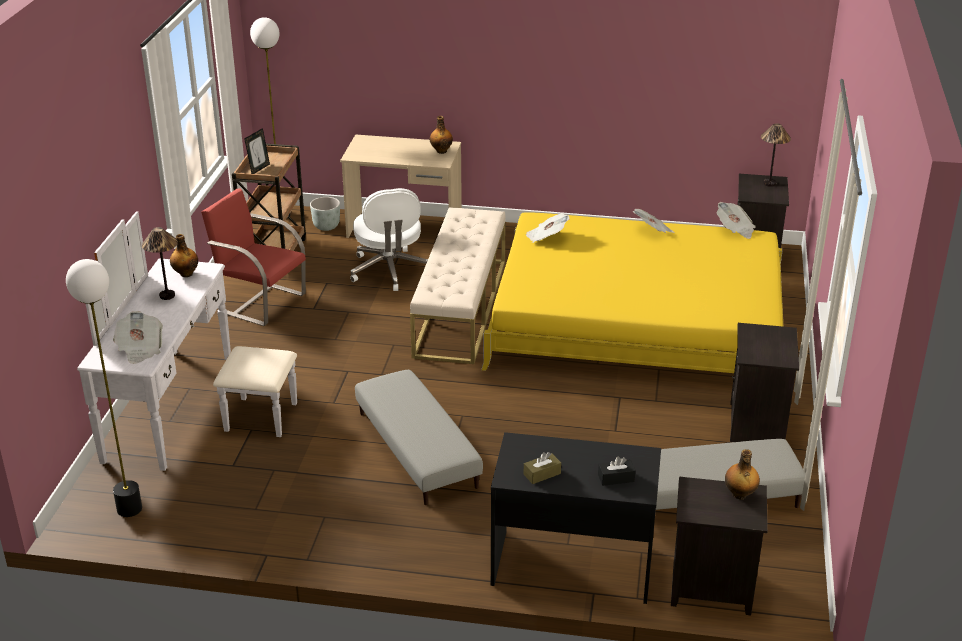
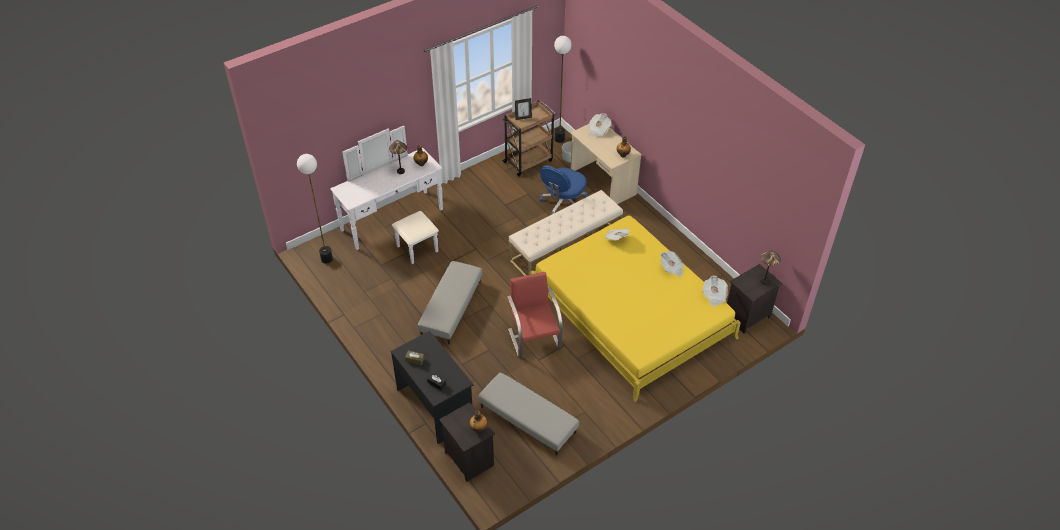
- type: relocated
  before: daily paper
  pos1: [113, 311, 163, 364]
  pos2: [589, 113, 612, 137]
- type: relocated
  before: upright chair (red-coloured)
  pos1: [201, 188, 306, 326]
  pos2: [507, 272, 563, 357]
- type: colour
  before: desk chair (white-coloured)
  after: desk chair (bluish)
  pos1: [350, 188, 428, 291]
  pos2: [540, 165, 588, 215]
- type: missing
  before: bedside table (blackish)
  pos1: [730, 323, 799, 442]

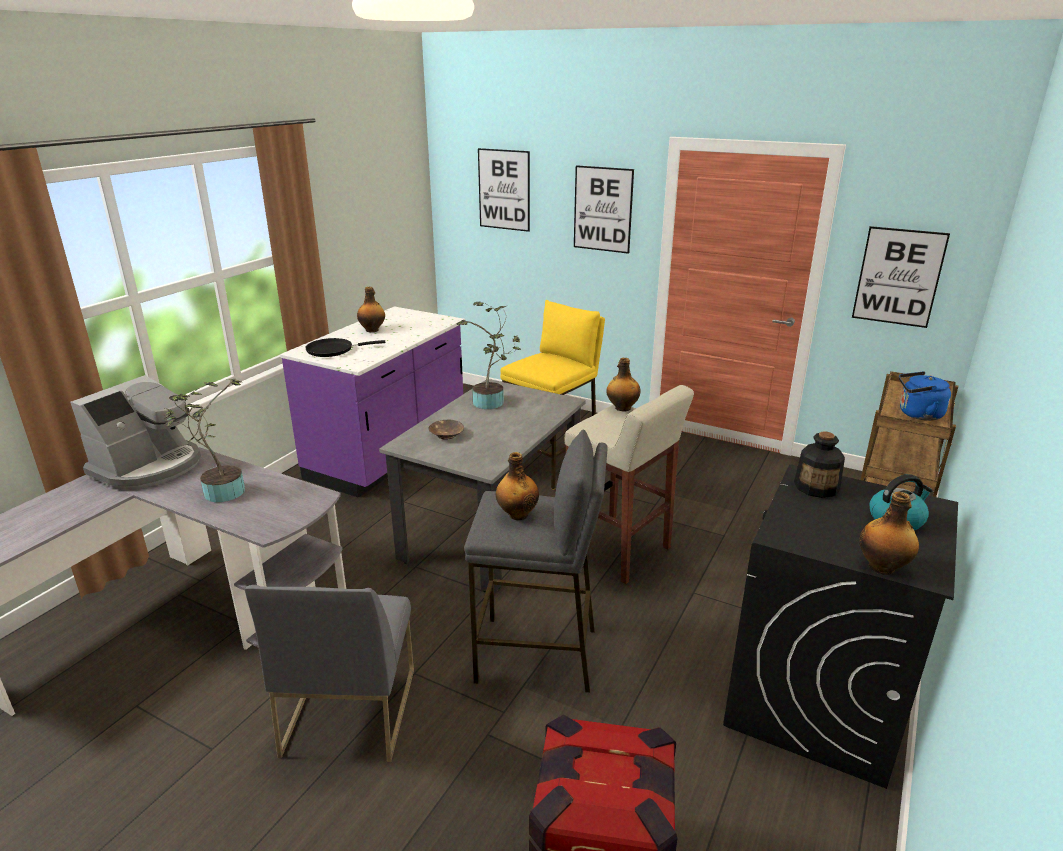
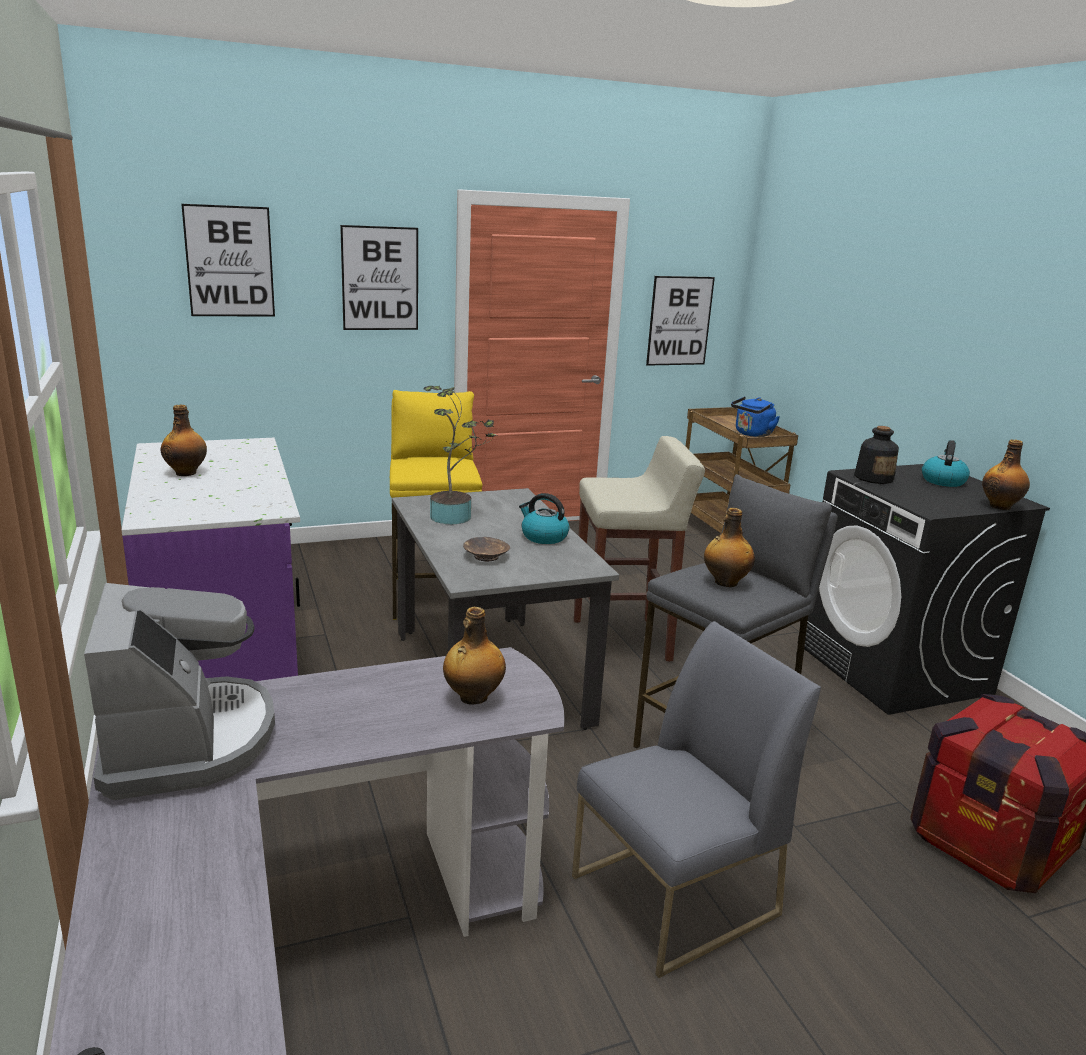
- type: missing
  before: potted plant
  pos1: [164, 379, 245, 502]
- type: spun
  before: upright chair (gray)
  pos1: [245, 585, 414, 762]
  pos2: [572, 621, 821, 978]
  turn: -75
- type: missing
  before: pan (blackish)
  pos1: [305, 338, 386, 357]
- type: relocated
  before: drink bottle
  pos1: [606, 358, 641, 411]
  pos2: [443, 607, 506, 705]
- type: appeared
  after: tea kettle
  pos2: [519, 493, 569, 544]

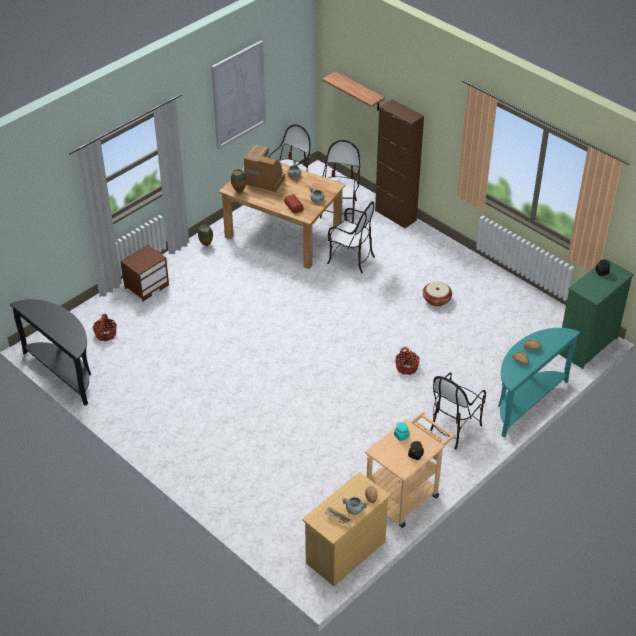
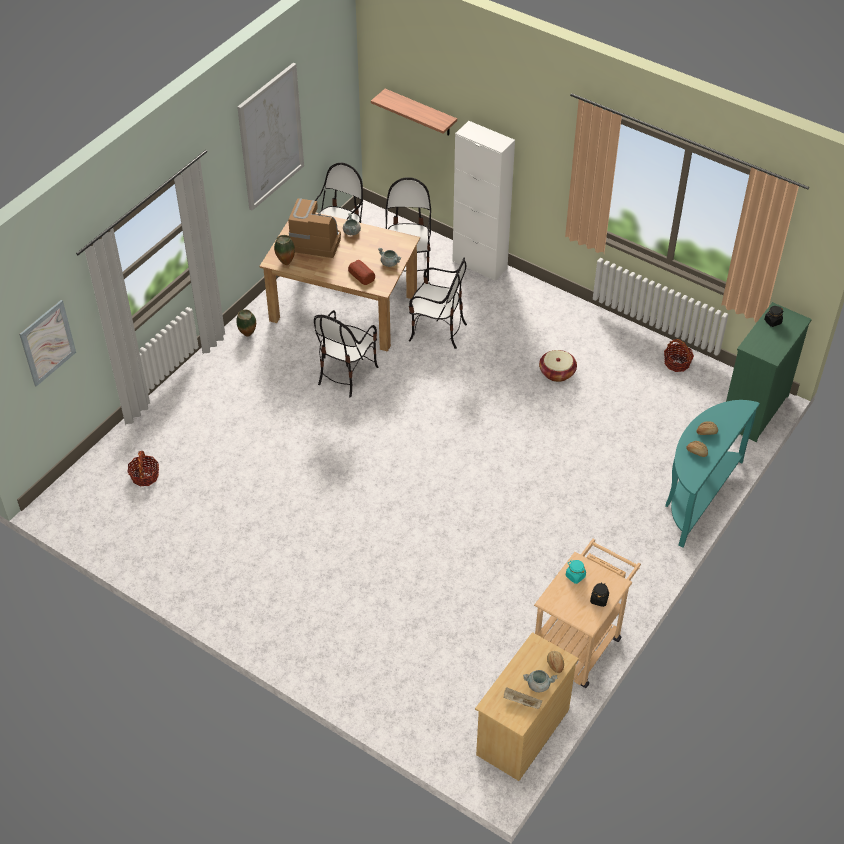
- type: missing
  before: hall table (blackish)
  pos1: [10, 299, 91, 405]
- type: missing
  before: bedside table (brown)
  pos1: [121, 245, 169, 302]
- type: colour
  before: cabinet (brown)
  after: cabinet (white-coloured)
  pos1: [375, 99, 424, 229]
  pos2: [452, 121, 515, 281]
- type: relocated
  before: storage basket
  pos1: [395, 347, 420, 375]
  pos2: [664, 339, 694, 372]
- type: relocated
  before: upright chair
  pos1: [430, 372, 486, 450]
  pos2: [314, 310, 378, 397]
- type: appeared
  after: wall picture
  pos2: [19, 300, 76, 386]

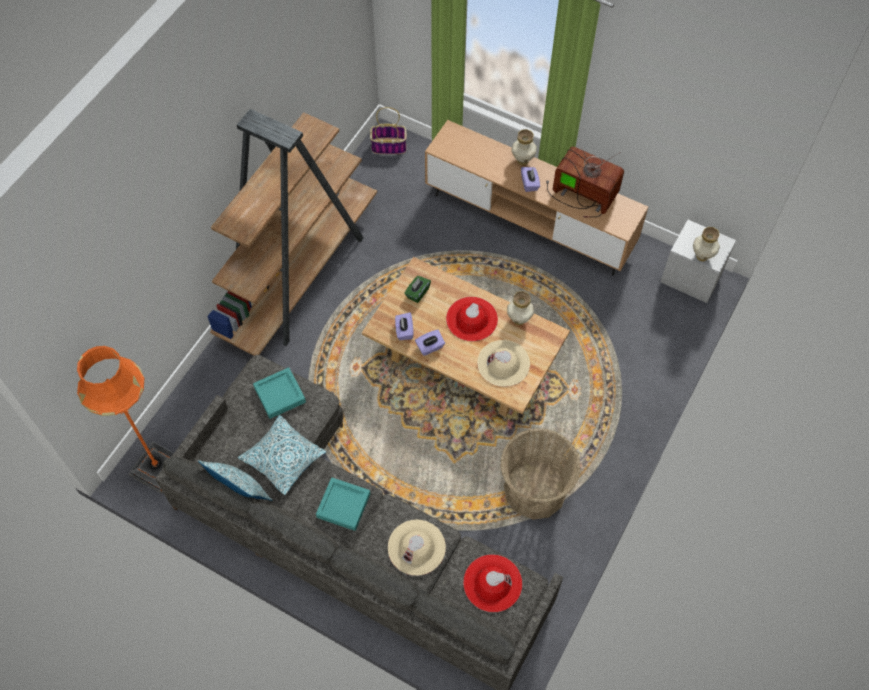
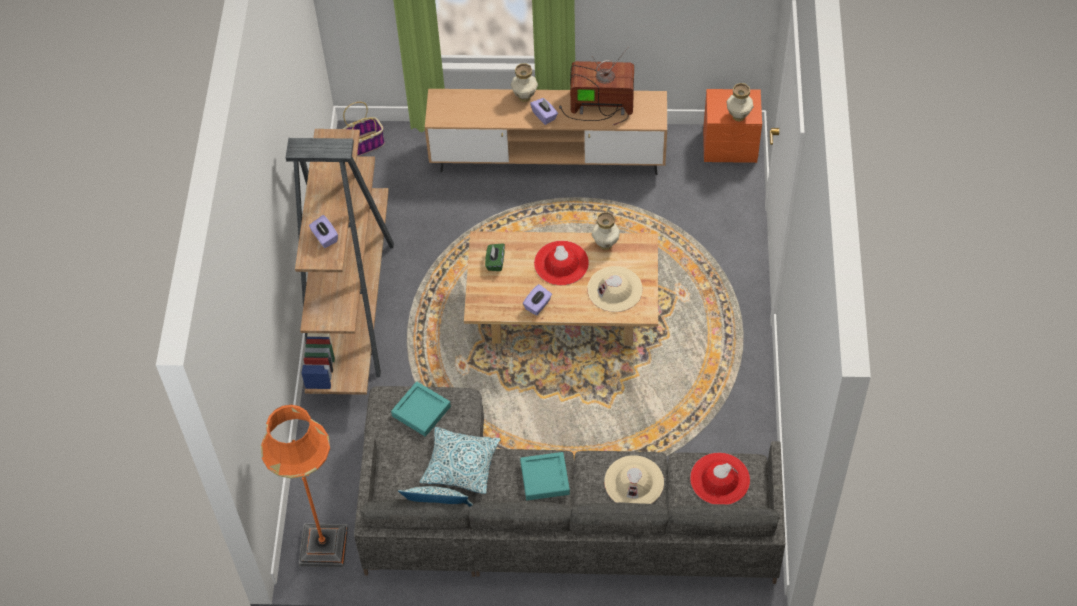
- type: relocated
  before: tissue box (purplish)
  pos1: [395, 313, 413, 340]
  pos2: [309, 215, 338, 248]
- type: missing
  before: storage basket
  pos1: [500, 428, 581, 520]
- type: colour
  before: bedside table (gray)
  after: bedside table (orangey)
  pos1: [661, 220, 736, 303]
  pos2: [703, 89, 762, 163]

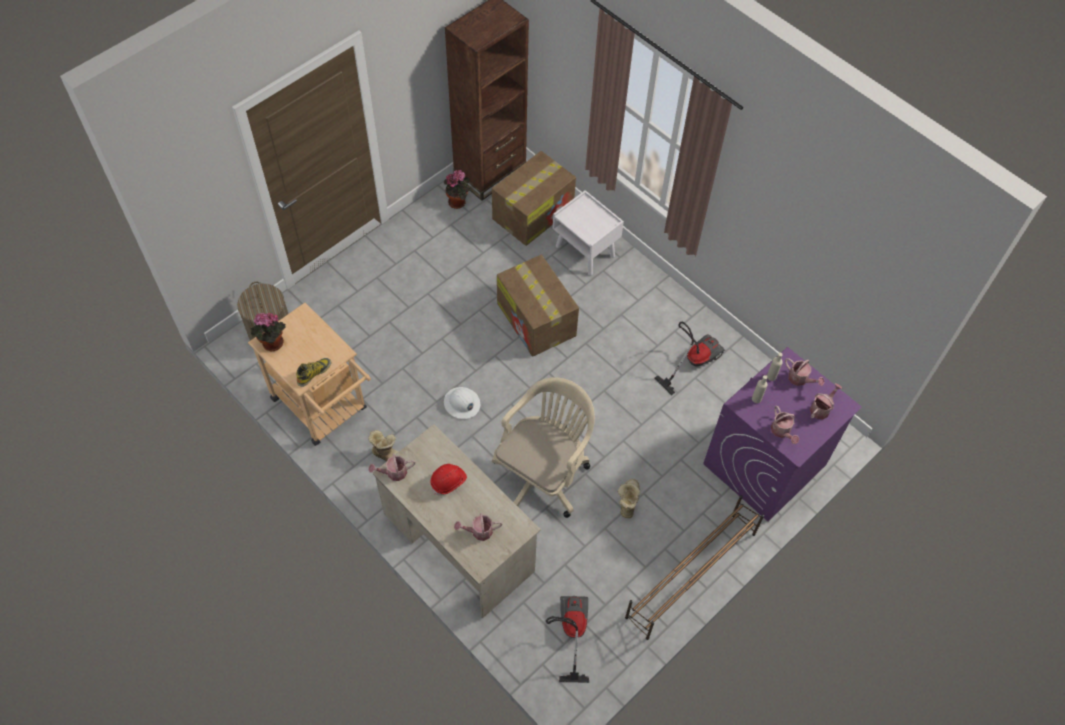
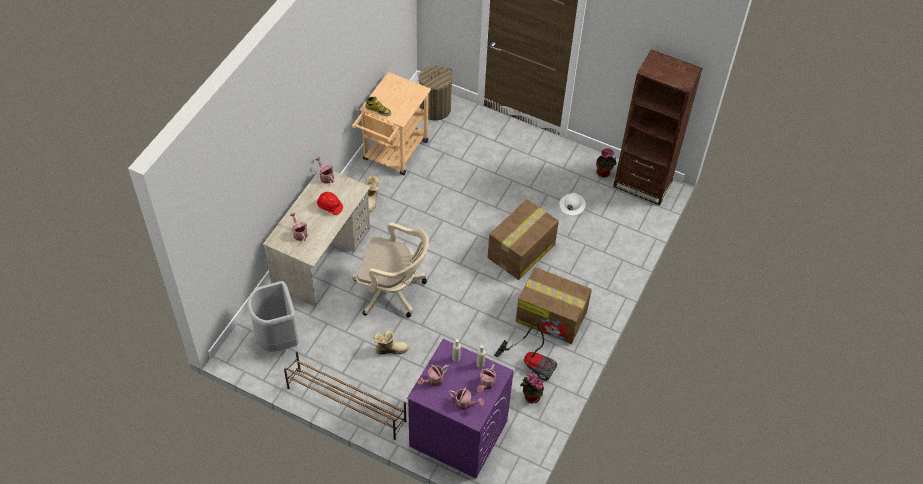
- type: relocated
  before: potted plant
  pos1: [250, 312, 285, 351]
  pos2: [520, 373, 544, 404]
- type: relocated
  before: hard hat (white-coloured)
  pos1: [444, 387, 480, 419]
  pos2: [559, 193, 586, 215]
- type: relocated
  before: carton
  pos1: [492, 151, 576, 246]
  pos2: [516, 267, 592, 344]
- type: exchanged
  before: vacuum
  after: rubbish bin (gray)
  pos1: [546, 596, 589, 683]
  pos2: [247, 281, 298, 352]
- type: missing
  before: bedside table (white-coloured)
  pos1: [553, 190, 624, 275]

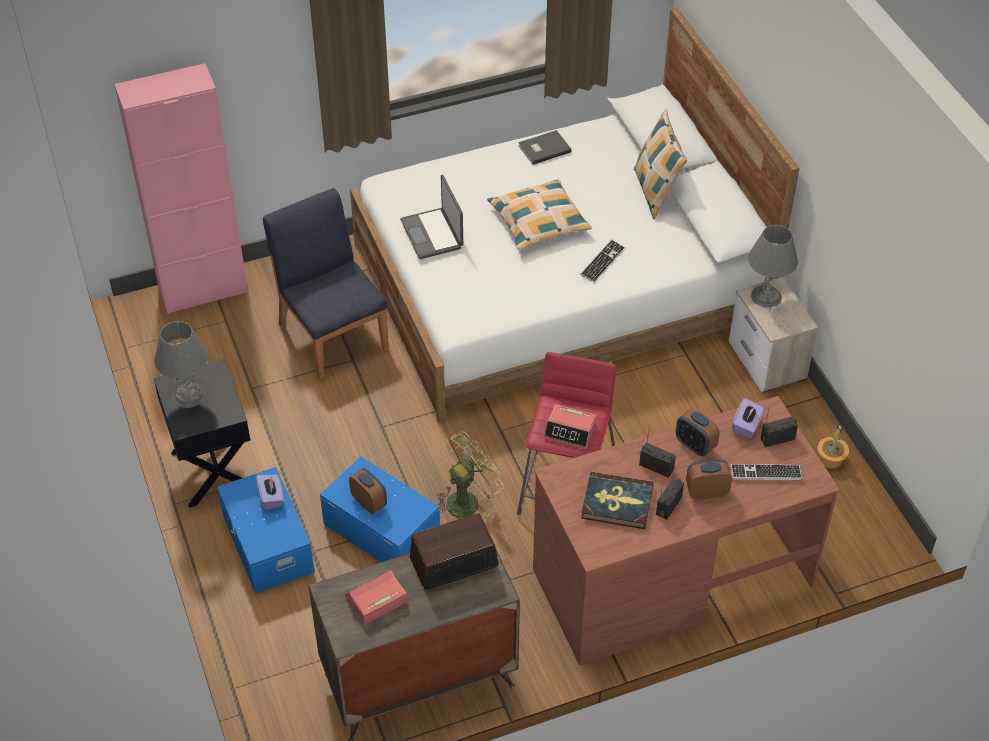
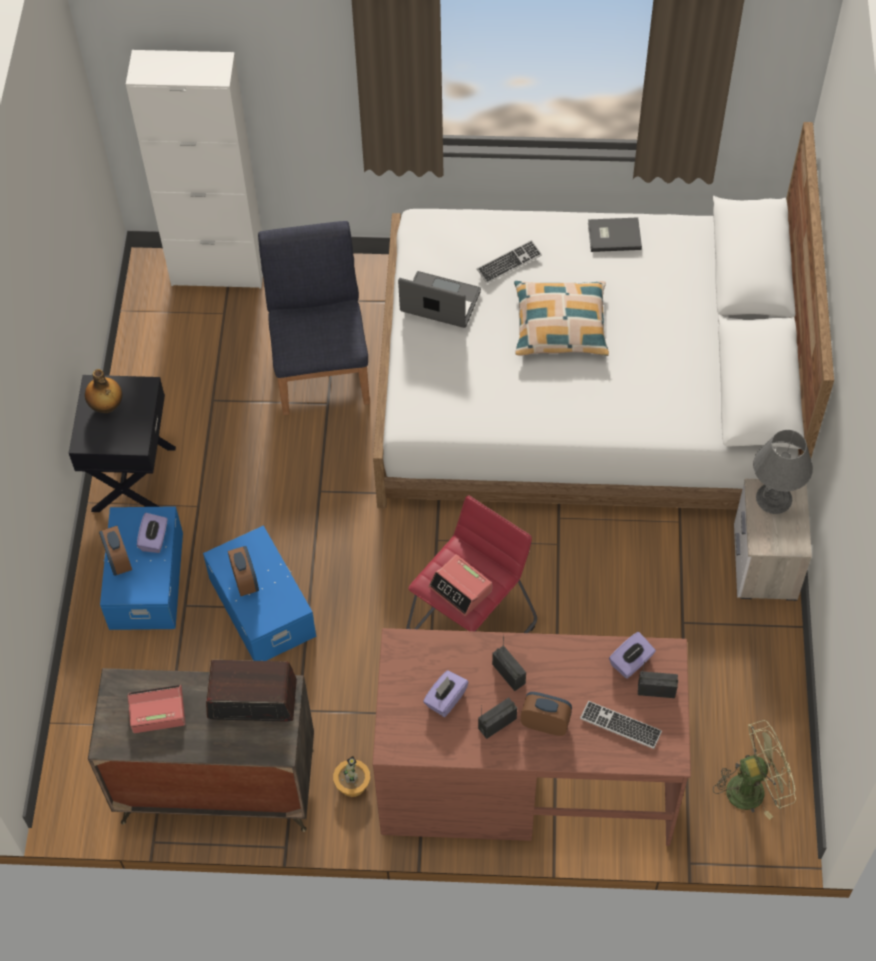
- type: colour
  before: cabinet (pinkish)
  after: cabinet (white-coloured)
  pos1: [114, 63, 248, 314]
  pos2: [126, 50, 263, 288]
- type: exchanged
  before: table lamp (gray)
  after: drink bottle
  pos1: [154, 321, 209, 408]
  pos2: [85, 369, 122, 413]
- type: spun
  before: laptop
  pos1: [400, 175, 463, 259]
  pos2: [398, 271, 481, 328]
  turn: 105
- type: relocated
  before: cooling fan (green)
  pos1: [437, 431, 504, 518]
  pos2: [713, 720, 796, 820]
- type: relocated
  before: computer keyboard
  pos1: [580, 239, 626, 283]
  pos2: [477, 240, 542, 283]
- type: exchanged
  before: bound book
  after: tissue box (purplish)
  pos1: [581, 472, 654, 529]
  pos2: [423, 670, 469, 717]
- type: missing
  before: throw pillow
  pos1: [634, 109, 687, 219]
- type: relocated
  before: bedside clock
  pos1: [676, 408, 720, 456]
  pos2: [99, 526, 132, 576]
- type: relocated
  before: potted plant
  pos1: [817, 423, 849, 469]
  pos2: [333, 756, 370, 797]

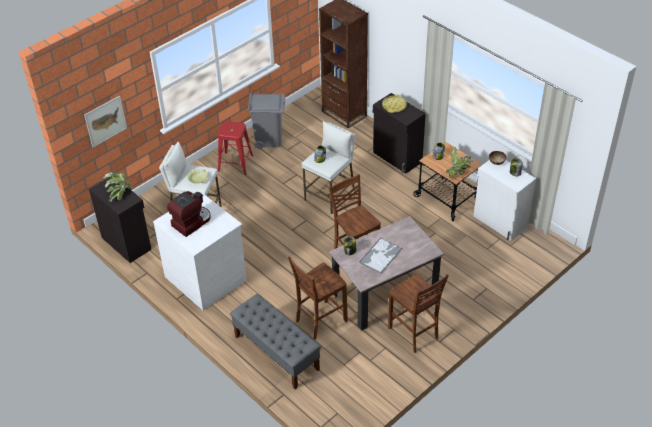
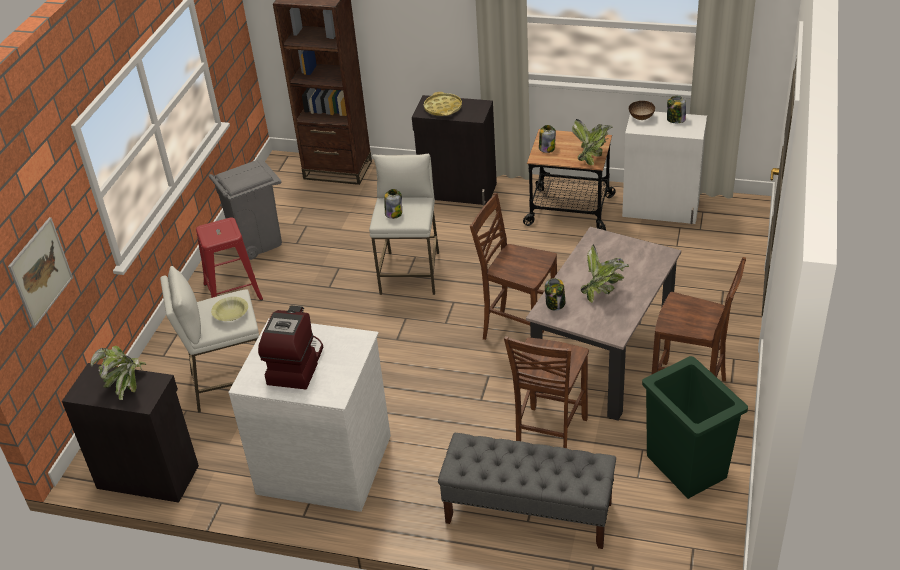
- type: exchanged
  before: tray
  after: potted plant
  pos1: [359, 238, 402, 274]
  pos2: [581, 245, 629, 303]
- type: appeared
  after: rubbish bin (green)
  pos2: [642, 356, 748, 499]

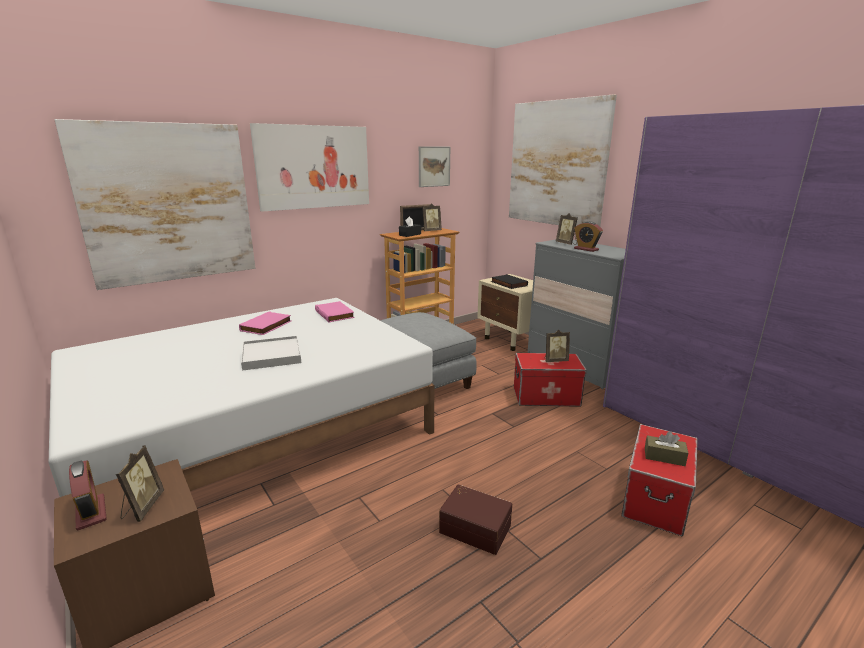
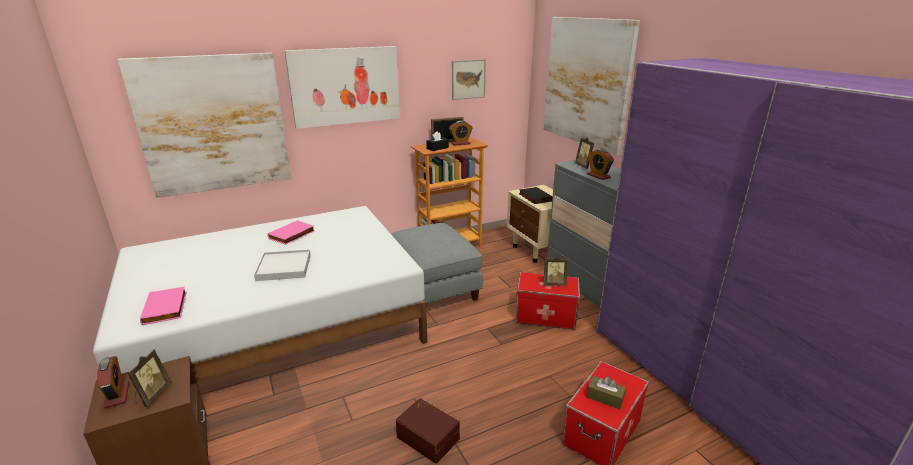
- type: relocated
  before: bound book (pinkish)
  pos1: [315, 301, 355, 323]
  pos2: [140, 286, 187, 325]
- type: exchanged
  before: standing frame
  after: bedside clock
  pos1: [422, 203, 442, 231]
  pos2: [449, 121, 472, 146]

